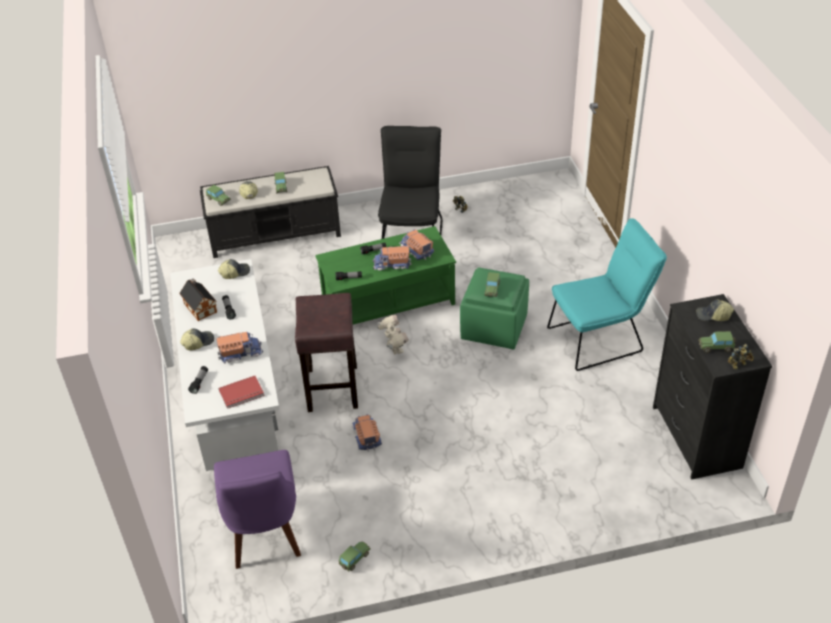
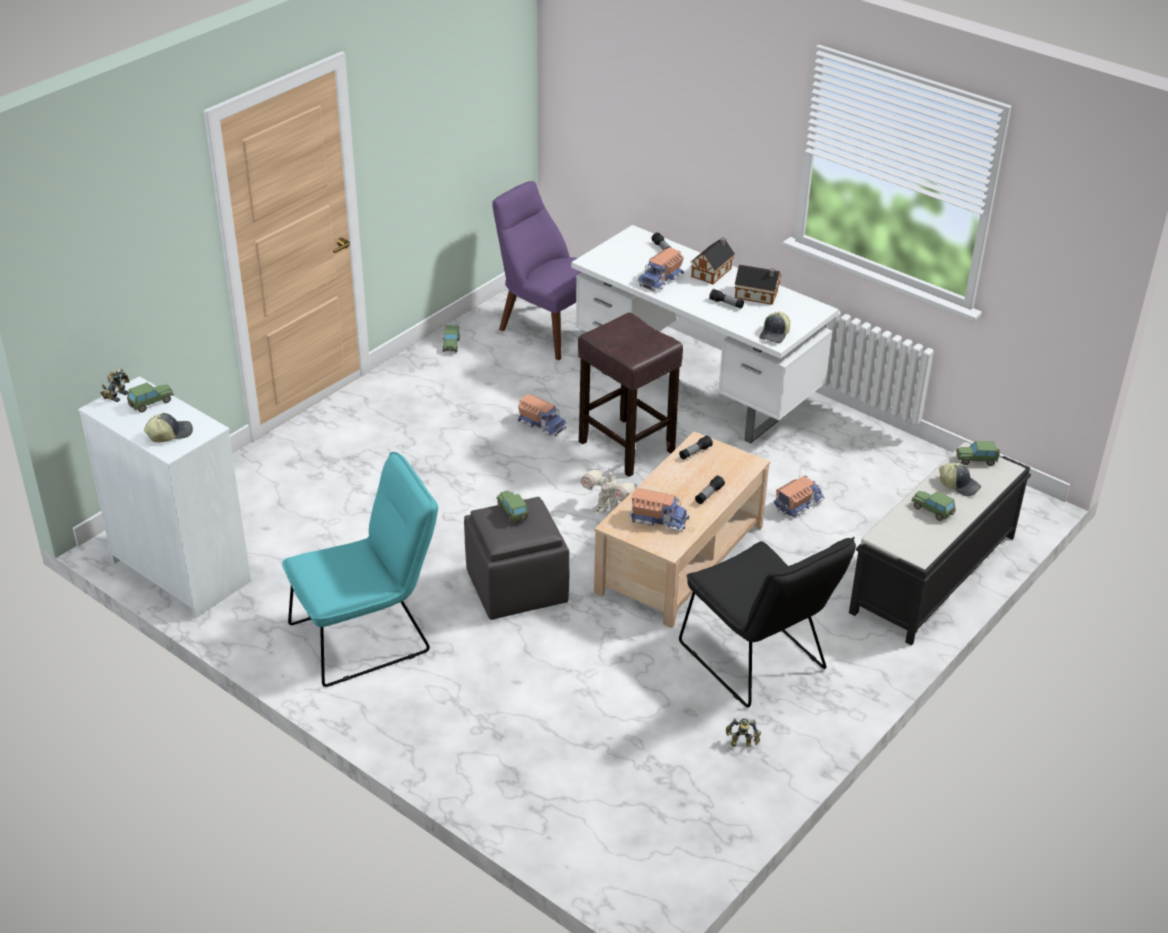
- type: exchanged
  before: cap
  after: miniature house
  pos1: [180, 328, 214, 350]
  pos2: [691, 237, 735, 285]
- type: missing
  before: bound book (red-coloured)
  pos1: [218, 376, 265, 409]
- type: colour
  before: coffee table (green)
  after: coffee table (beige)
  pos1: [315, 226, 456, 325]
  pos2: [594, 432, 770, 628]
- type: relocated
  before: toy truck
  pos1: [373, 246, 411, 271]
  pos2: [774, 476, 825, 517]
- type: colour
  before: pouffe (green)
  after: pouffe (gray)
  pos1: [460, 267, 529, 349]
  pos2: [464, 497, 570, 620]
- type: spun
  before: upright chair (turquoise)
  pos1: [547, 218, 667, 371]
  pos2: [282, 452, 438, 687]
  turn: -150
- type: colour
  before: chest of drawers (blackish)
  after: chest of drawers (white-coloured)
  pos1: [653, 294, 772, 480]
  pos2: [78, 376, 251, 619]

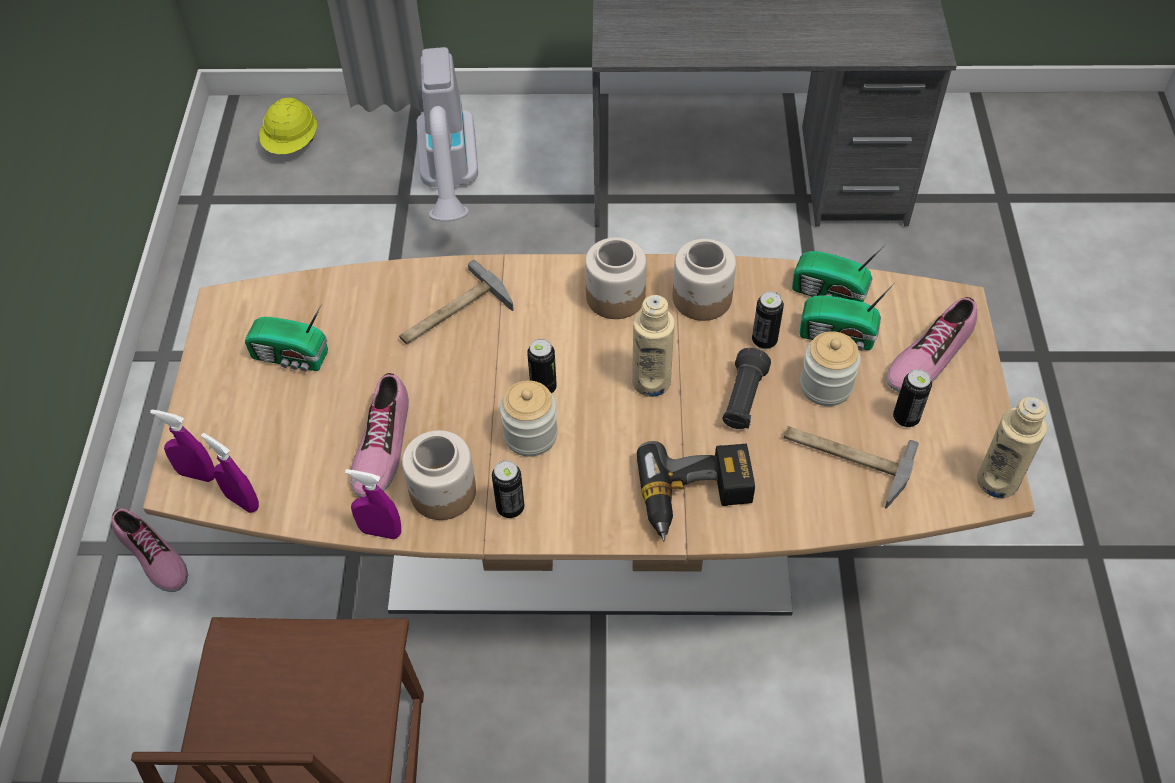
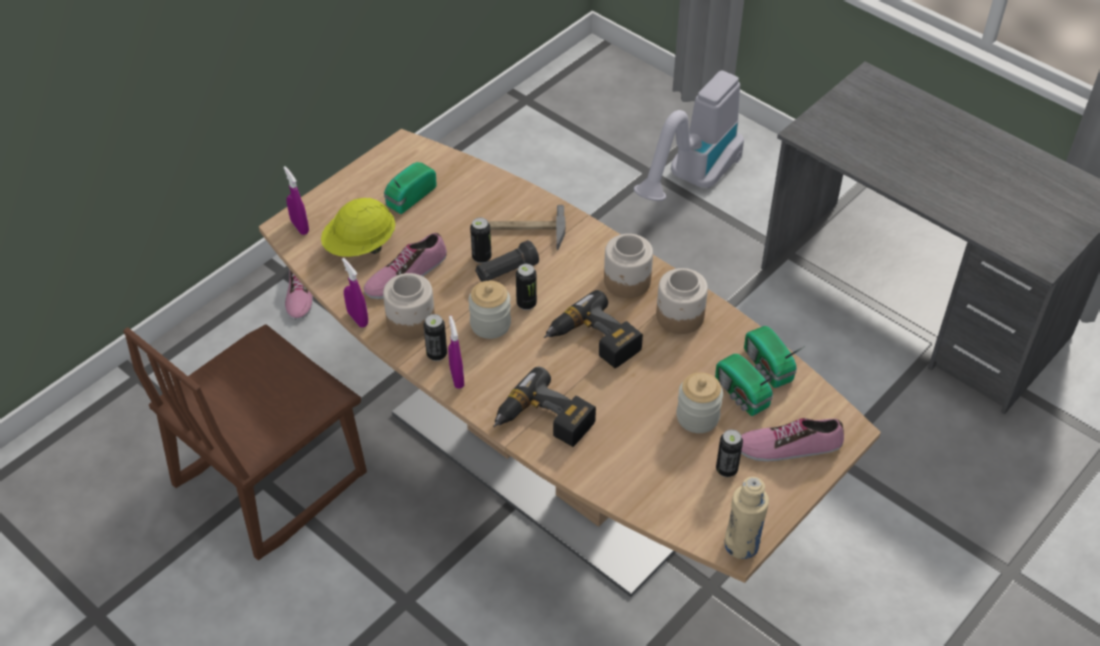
- type: relocated
  before: spray bottle (purplish)
  pos1: [201, 433, 259, 513]
  pos2: [448, 316, 464, 389]
- type: spun
  before: radio
  pos1: [245, 304, 328, 372]
  pos2: [384, 162, 436, 214]
  turn: 75
- type: relocated
  before: hard hat (yellow-coloured)
  pos1: [259, 98, 317, 154]
  pos2: [321, 198, 395, 257]
- type: exchanged
  before: drink bottle (beige)
  after: electric drill
  pos1: [632, 295, 675, 397]
  pos2: [544, 290, 643, 368]
- type: relocated
  before: flashlight (blackish)
  pos1: [723, 348, 771, 429]
  pos2: [475, 240, 539, 282]
- type: relocated
  before: sealed can
  pos1: [752, 291, 784, 349]
  pos2: [470, 217, 491, 263]
- type: missing
  before: hammer
  pos1: [784, 426, 919, 509]

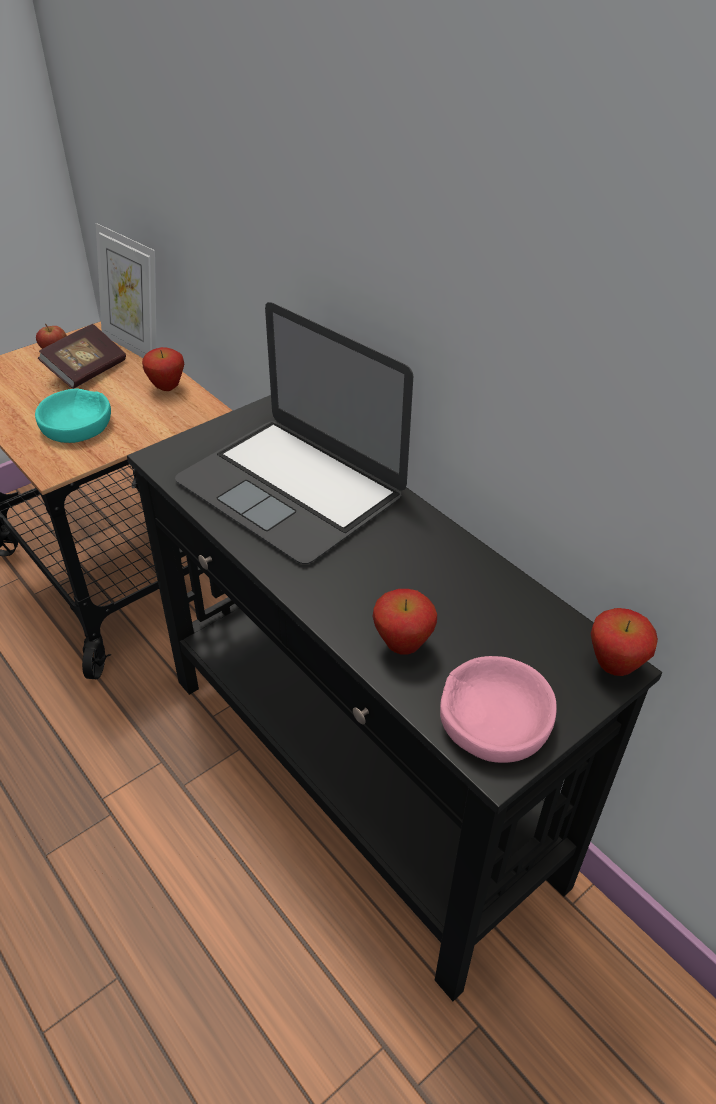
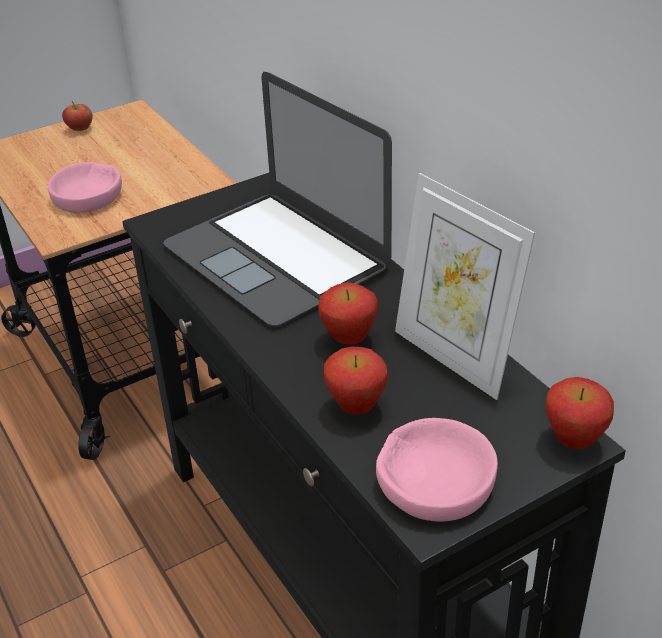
- type: colour
  before: bowl (turquoise)
  after: bowl (pinkish)
  pos1: [35, 388, 111, 443]
  pos2: [48, 162, 122, 213]
- type: missing
  before: bound book
  pos1: [38, 324, 126, 389]
- type: relocated
  before: standing frame
  pos1: [96, 223, 157, 358]
  pos2: [395, 173, 535, 400]
- type: relocated
  before: apple fruit
  pos1: [142, 347, 184, 391]
  pos2: [318, 282, 378, 345]

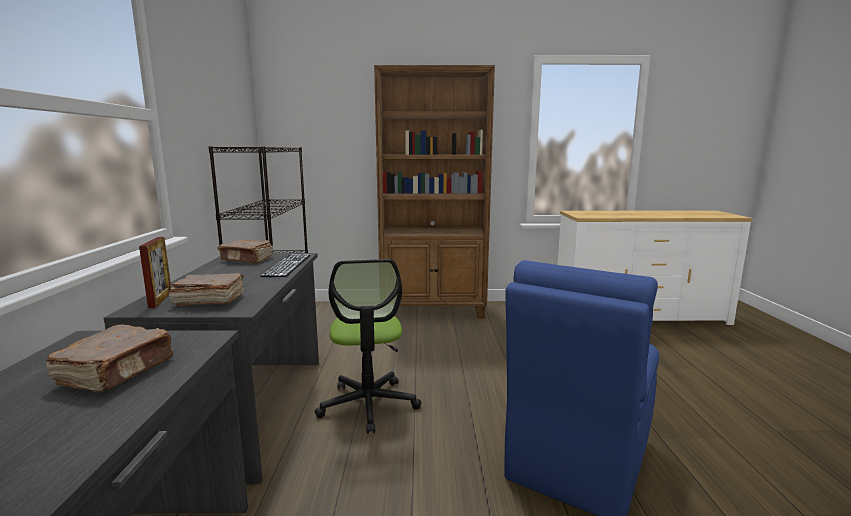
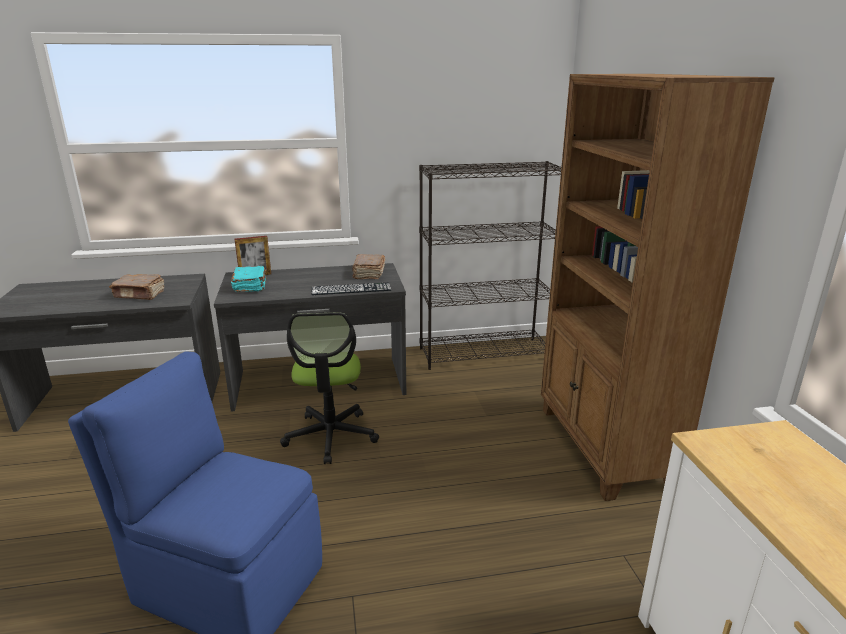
- type: colour
  before: bound book (brown)
  after: bound book (turquoise)
  pos1: [168, 273, 244, 306]
  pos2: [231, 266, 266, 292]
- type: spun
  before: desk chair
  pos1: [315, 259, 421, 434]
  pos2: [280, 312, 379, 464]
  turn: -75

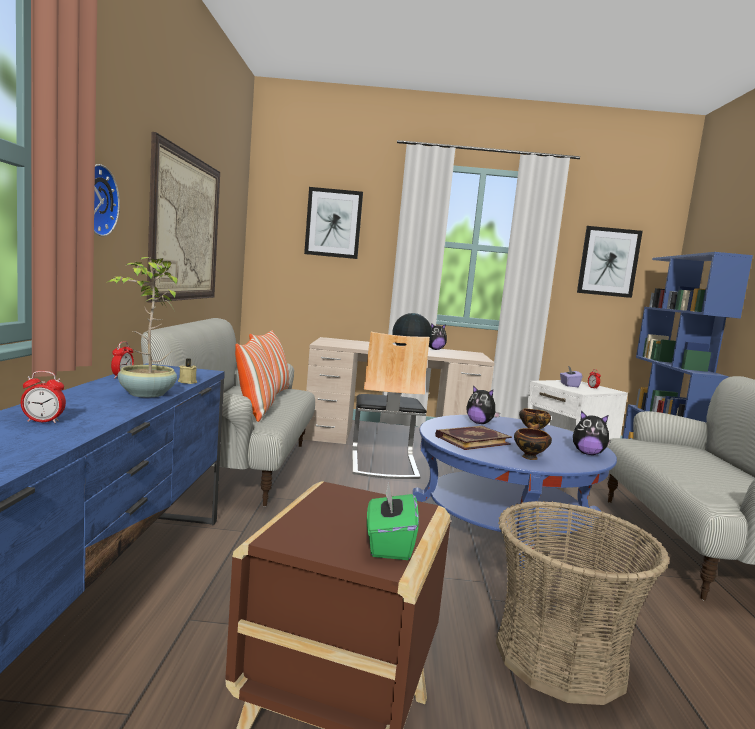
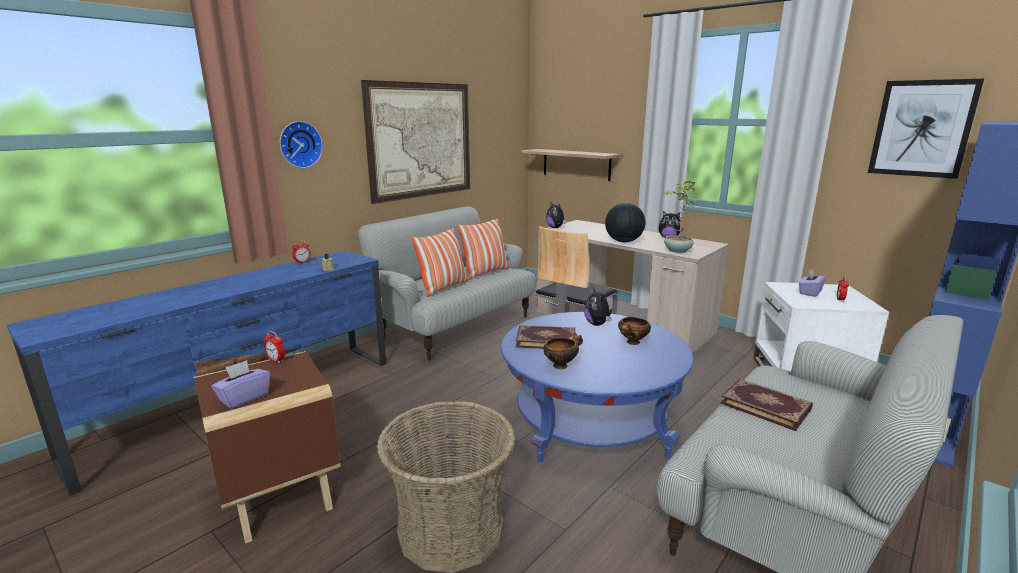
- type: relocated
  before: bedside clock
  pos1: [21, 371, 66, 423]
  pos2: [263, 331, 285, 363]
- type: relocated
  before: potted plant
  pos1: [108, 257, 178, 397]
  pos2: [664, 181, 698, 253]
- type: missing
  before: wall picture
  pos1: [304, 187, 363, 259]
- type: colour
  before: tissue box (green)
  after: tissue box (purplish)
  pos1: [367, 482, 419, 560]
  pos2: [211, 360, 270, 409]
- type: relocated
  before: cuddly toy
  pos1: [573, 411, 611, 455]
  pos2: [546, 203, 567, 228]
- type: appeared
  after: shelf
  pos2: [521, 149, 621, 181]
- type: appeared
  after: bound book
  pos2: [720, 379, 813, 431]

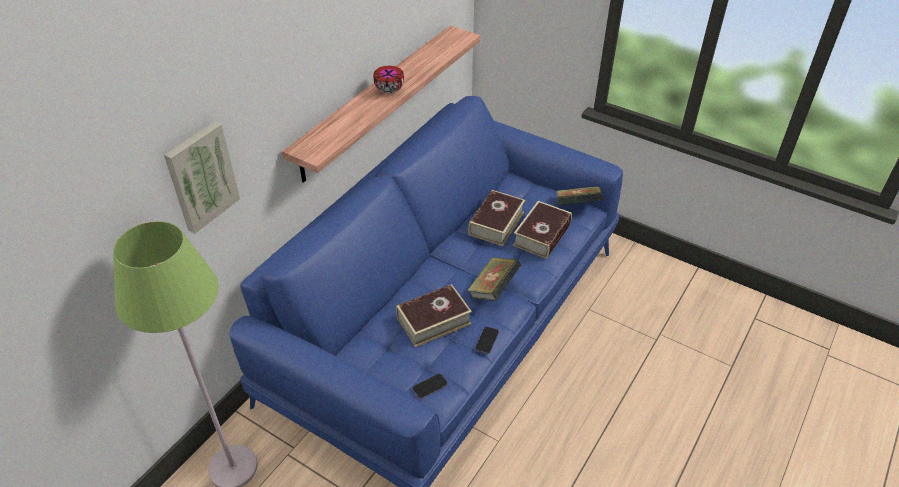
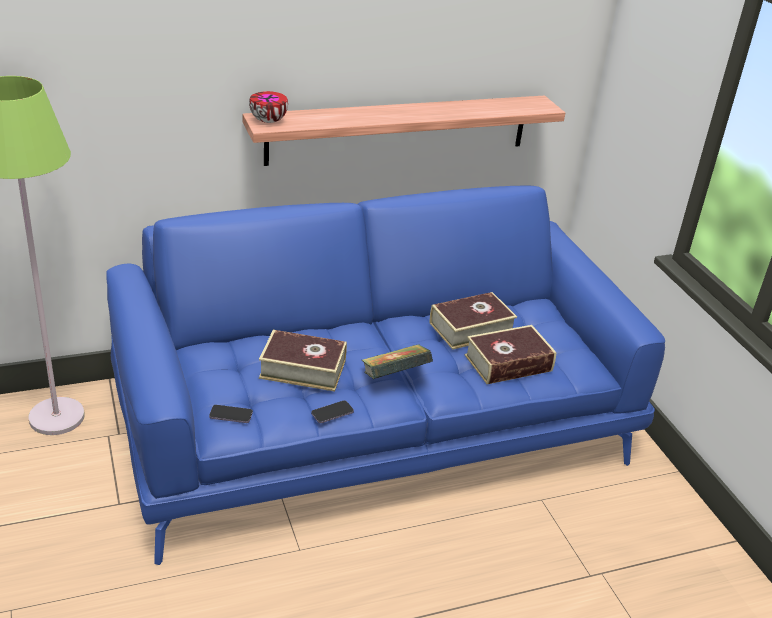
- type: missing
  before: wall picture
  pos1: [164, 121, 240, 234]
- type: relocated
  before: bowl
  pos1: [373, 66, 404, 93]
  pos2: [249, 91, 288, 123]
- type: missing
  before: bound book
  pos1: [556, 187, 603, 206]

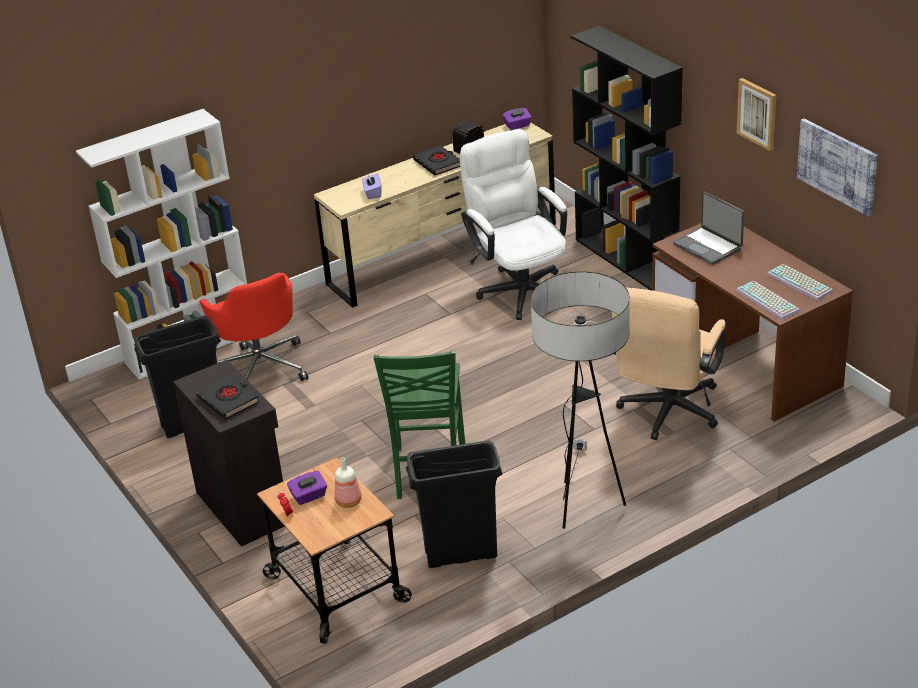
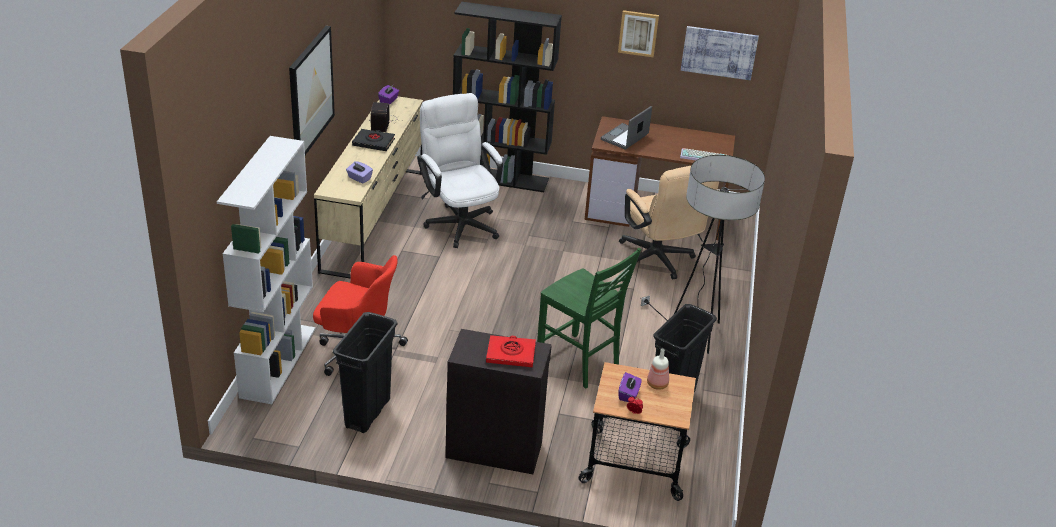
- type: colour
  before: bound book (blackish)
  after: bound book (red-coloured)
  pos1: [196, 374, 259, 420]
  pos2: [486, 335, 536, 367]
- type: spun
  before: desk chair (white-coloured)
  pos1: [460, 129, 567, 320]
  pos2: [417, 93, 503, 248]
  turn: 45
- type: spun
  before: laptop
  pos1: [673, 191, 744, 265]
  pos2: [601, 106, 652, 150]
  turn: 120
- type: missing
  before: computer keyboard
  pos1: [767, 264, 833, 301]
- type: appeared
  after: wall picture
  pos2: [289, 26, 335, 155]

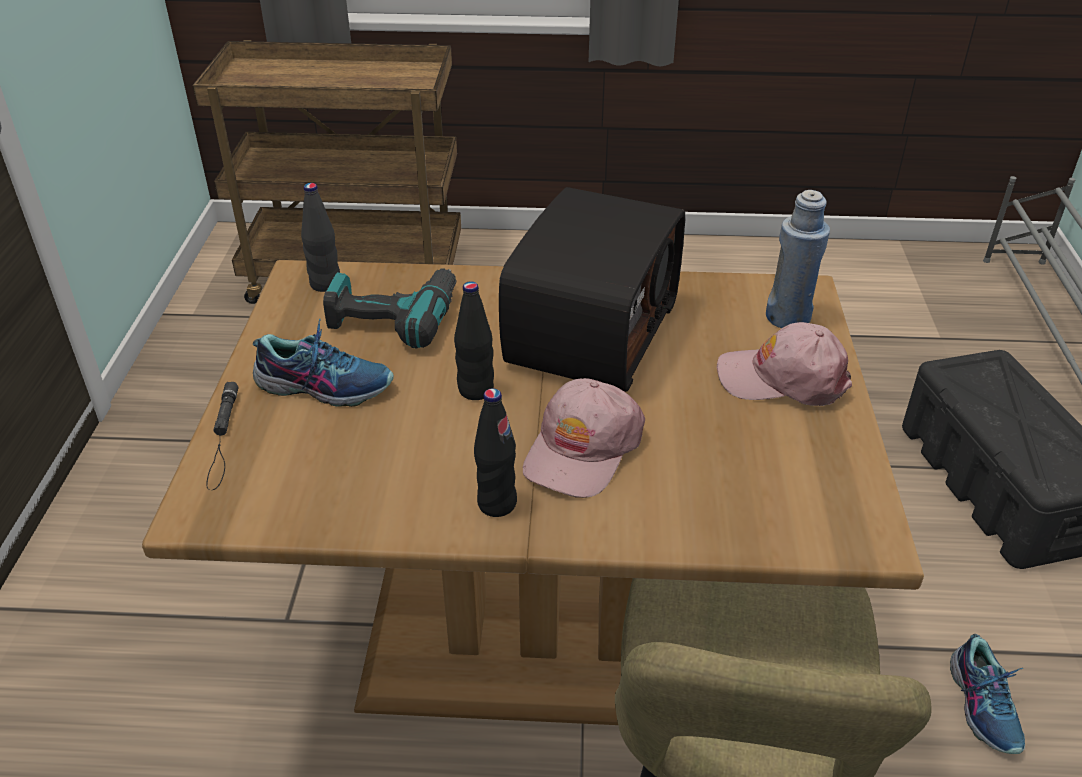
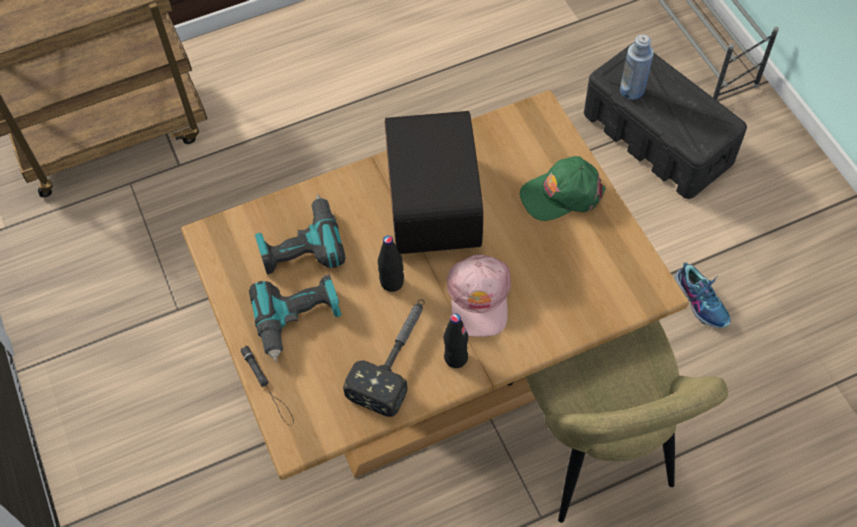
- type: exchanged
  before: item of footwear
  after: electric drill
  pos1: [253, 319, 394, 407]
  pos2: [249, 274, 342, 362]
- type: missing
  before: drink bottle (blackish)
  pos1: [301, 183, 340, 292]
- type: colour
  before: cap (pinkish)
  after: cap (green)
  pos1: [716, 322, 852, 406]
  pos2: [520, 156, 606, 221]
- type: relocated
  before: drink bottle (bluish)
  pos1: [766, 190, 830, 328]
  pos2: [620, 35, 654, 100]
- type: appeared
  after: hammer
  pos2: [343, 299, 425, 417]

